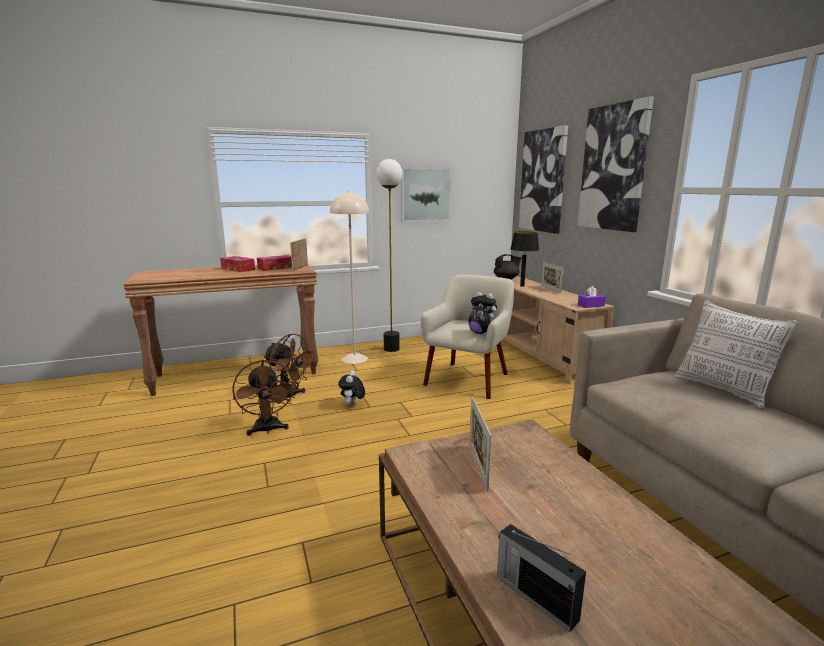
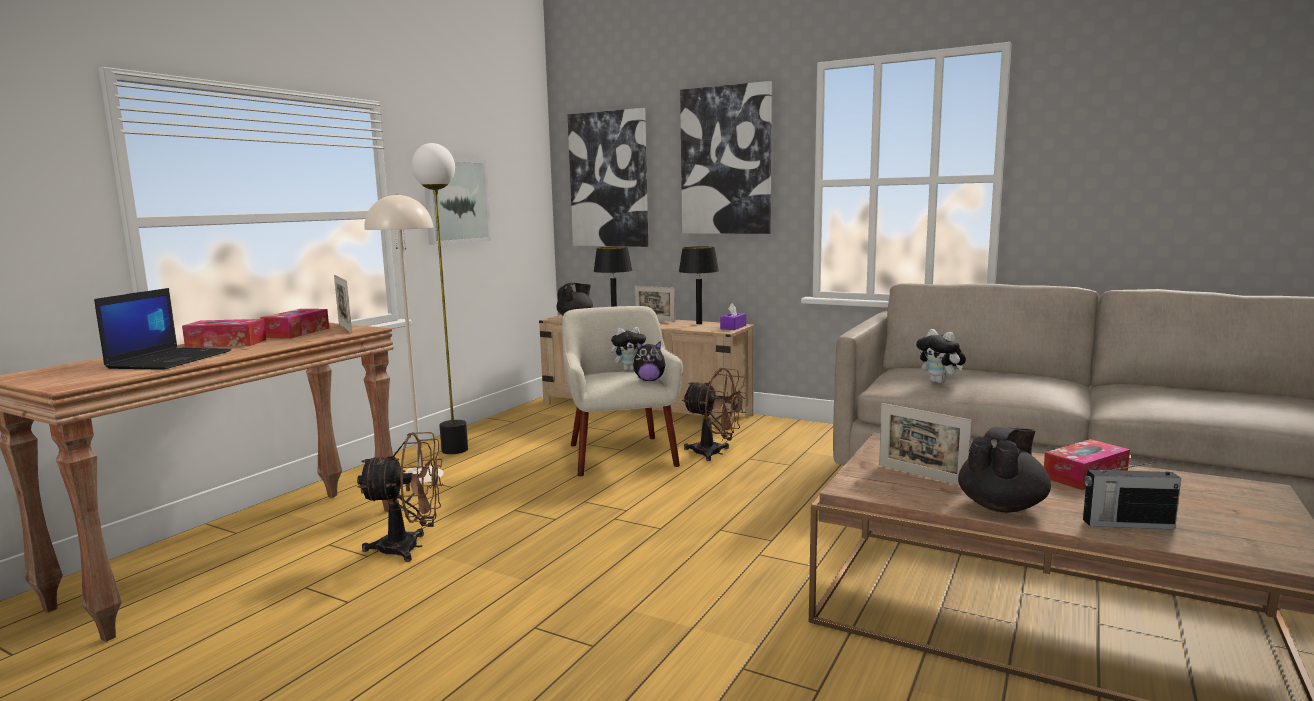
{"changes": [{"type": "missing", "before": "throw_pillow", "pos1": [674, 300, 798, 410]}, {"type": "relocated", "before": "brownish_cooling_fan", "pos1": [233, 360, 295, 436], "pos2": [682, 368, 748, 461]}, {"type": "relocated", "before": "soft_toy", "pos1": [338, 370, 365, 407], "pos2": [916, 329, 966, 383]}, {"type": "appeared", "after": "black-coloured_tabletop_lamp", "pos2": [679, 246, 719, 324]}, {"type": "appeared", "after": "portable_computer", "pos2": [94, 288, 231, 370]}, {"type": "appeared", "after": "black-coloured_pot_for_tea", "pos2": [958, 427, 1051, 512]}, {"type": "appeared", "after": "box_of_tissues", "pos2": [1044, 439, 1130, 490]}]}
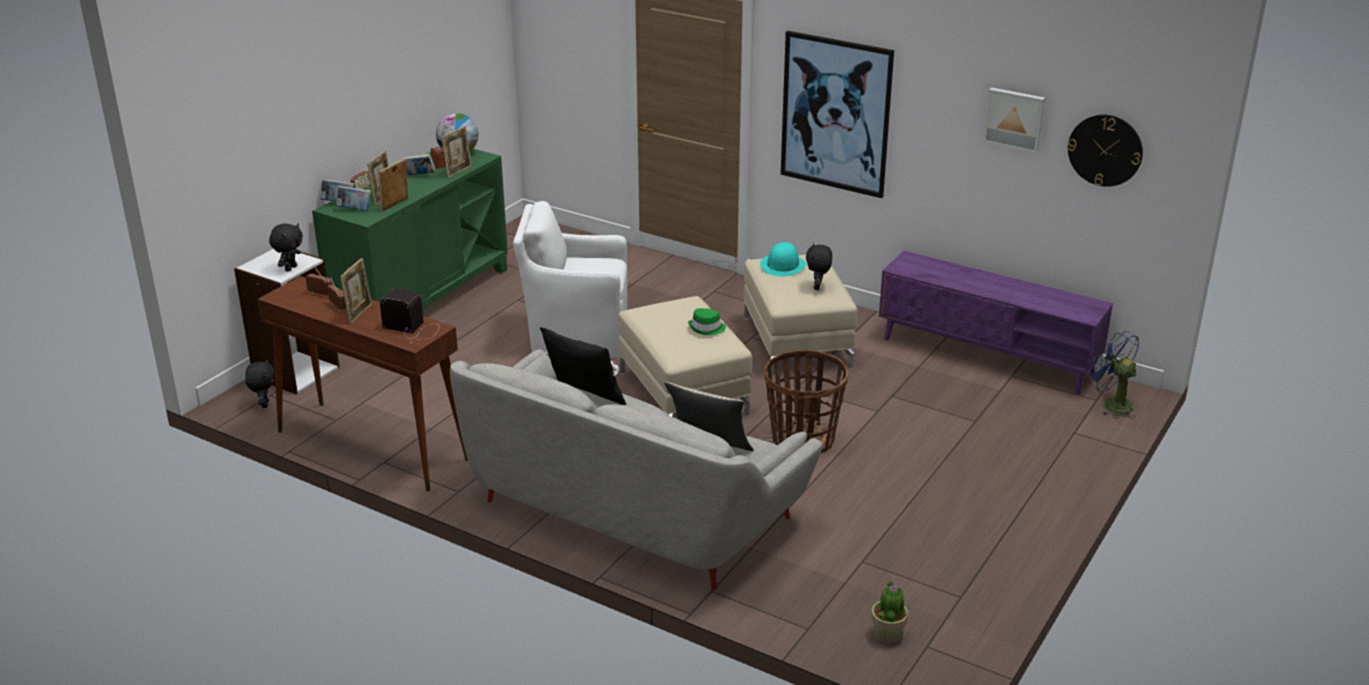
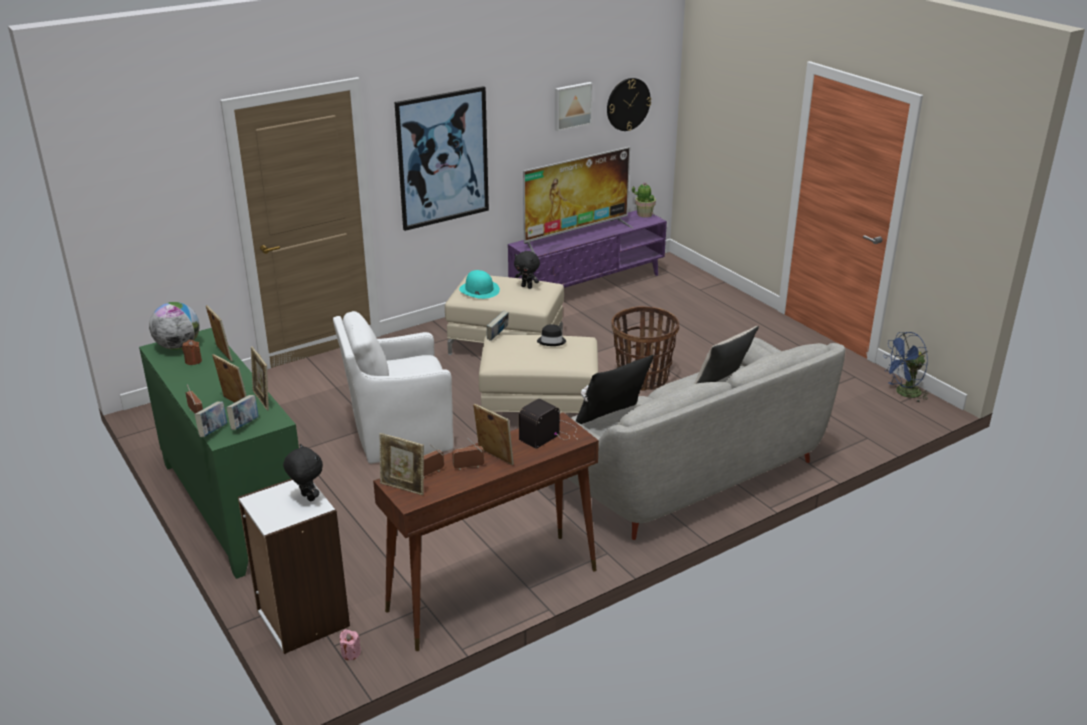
{"changes": [{"type": "relocated", "before": "book", "pos1": [401, 154, 436, 175], "pos2": [487, 311, 509, 341]}, {"type": "spun", "before": "white-coloured_easy_chair", "pos1": [513, 201, 627, 358], "pos2": [333, 311, 454, 464], "turn": 45}, {"type": "colour", "before": "greenish_clothing_hat", "after": "black-coloured_clothing_hat", "pos1": [688, 308, 726, 335], "pos2": [537, 324, 566, 346]}, {"type": "relocated", "before": "blue-coloured_cooling_fan", "pos1": [1087, 331, 1139, 419], "pos2": [883, 332, 930, 402]}, {"type": "exchanged", "before": "black-coloured_soft_toy", "after": "pink-coloured_wax_candle", "pos1": [245, 359, 274, 408], "pos2": [340, 629, 361, 660]}, {"type": "relocated", "before": "plant_in_a_pot", "pos1": [871, 580, 908, 643], "pos2": [632, 182, 656, 218]}, {"type": "appeared", "after": "TV", "pos2": [523, 147, 633, 253]}, {"type": "appeared", "after": "standing_frame", "pos2": [380, 433, 424, 495]}]}
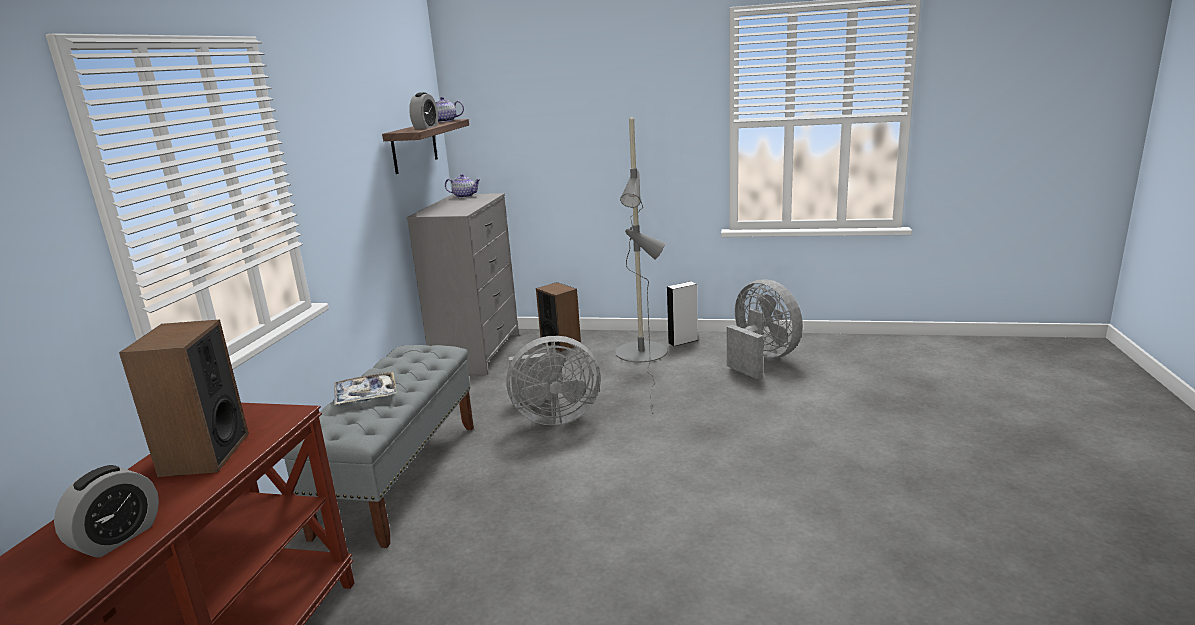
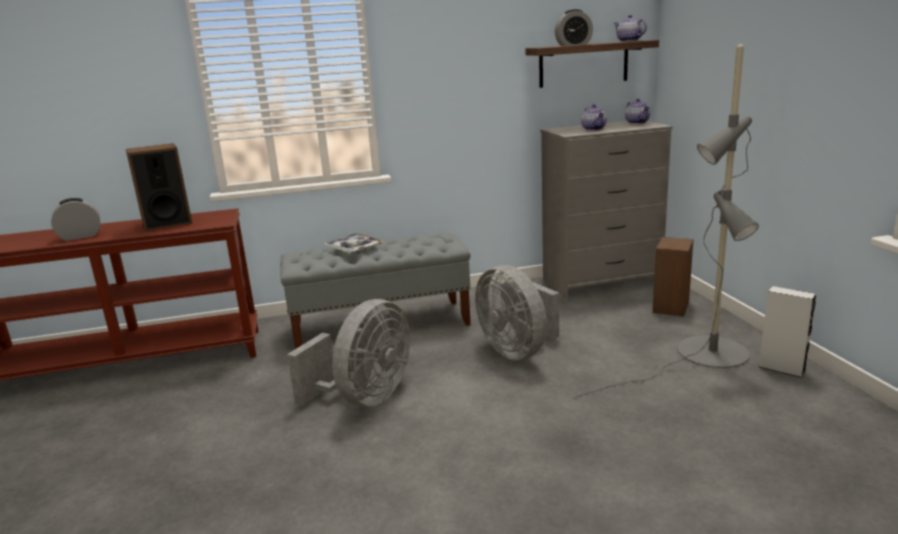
{"changes": [{"type": "relocated", "before": "greyish_cooling_fan", "pos1": [727, 280, 803, 379], "pos2": [287, 299, 410, 406]}, {"type": "spun", "before": "bedside_clock", "pos1": [54, 465, 159, 557], "pos2": [51, 198, 101, 241], "turn": 150}, {"type": "appeared", "after": "pot_for_tea", "pos2": [581, 104, 607, 130]}]}
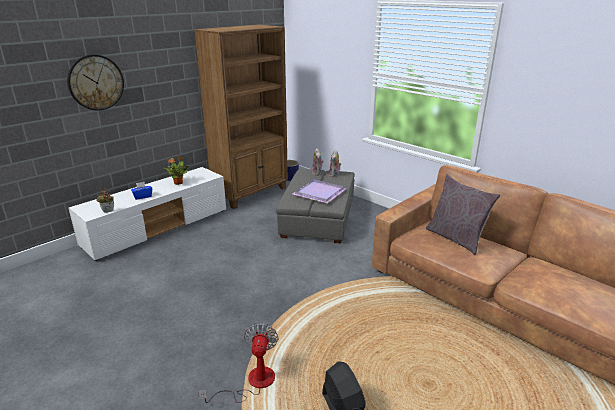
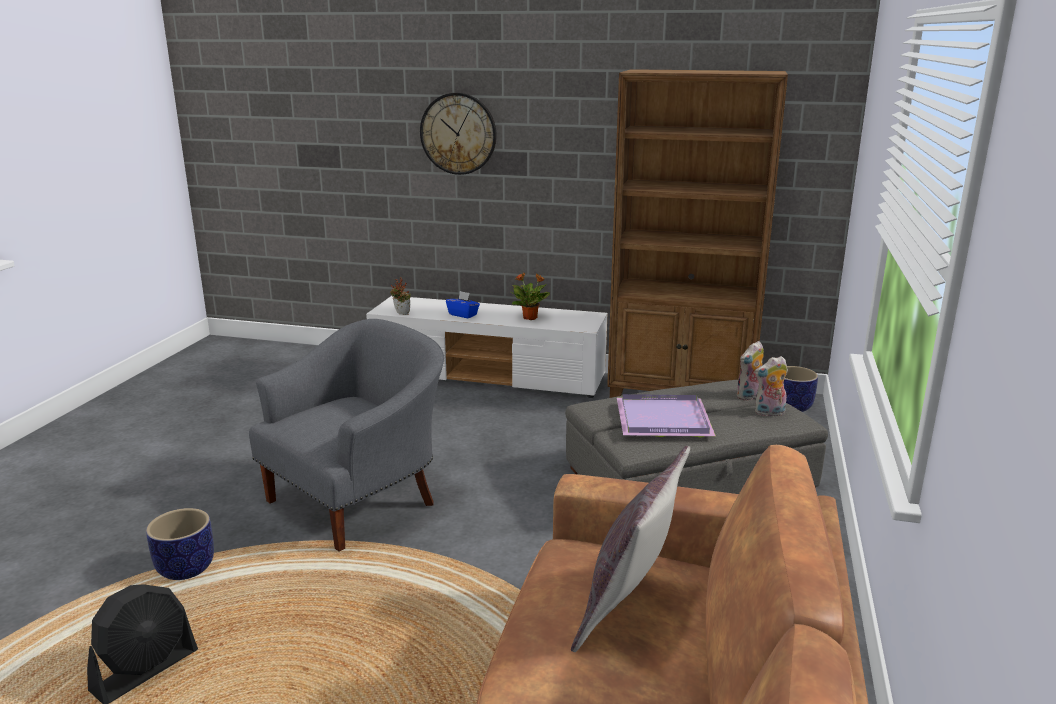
{"changes": [{"type": "exchanged", "before": "cooling_fan", "after": "flower_pot", "pos1": [198, 323, 278, 403], "pos2": [146, 508, 214, 580]}, {"type": "appeared", "after": "greyish_easy_chair", "pos2": [249, 319, 444, 552]}]}
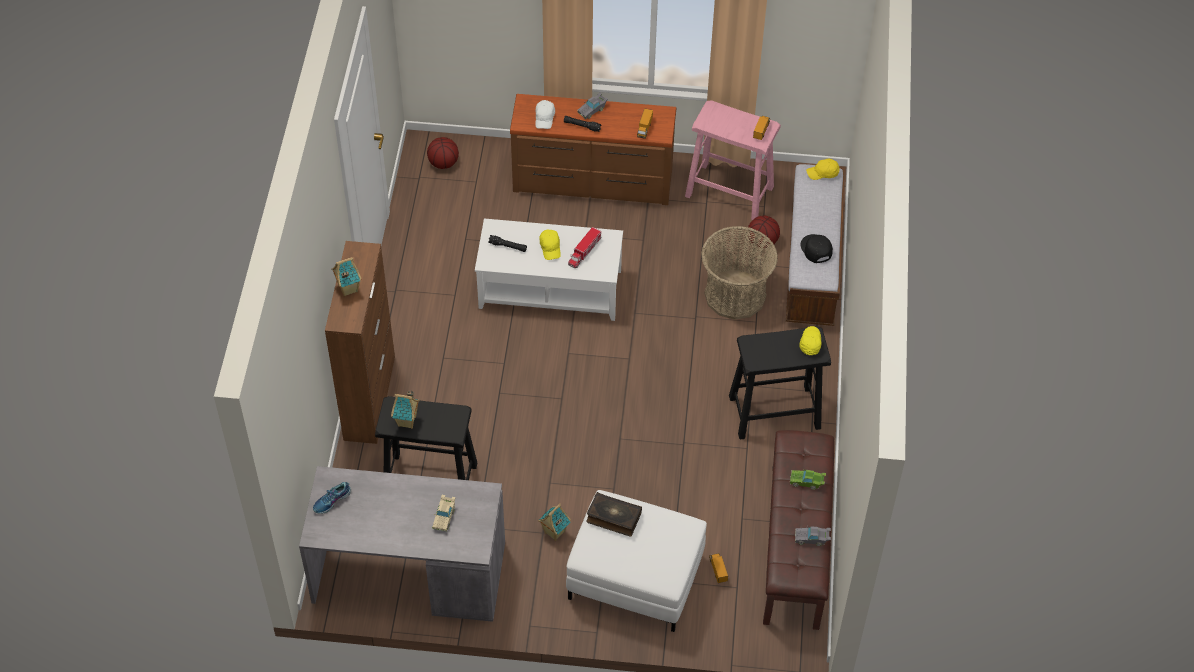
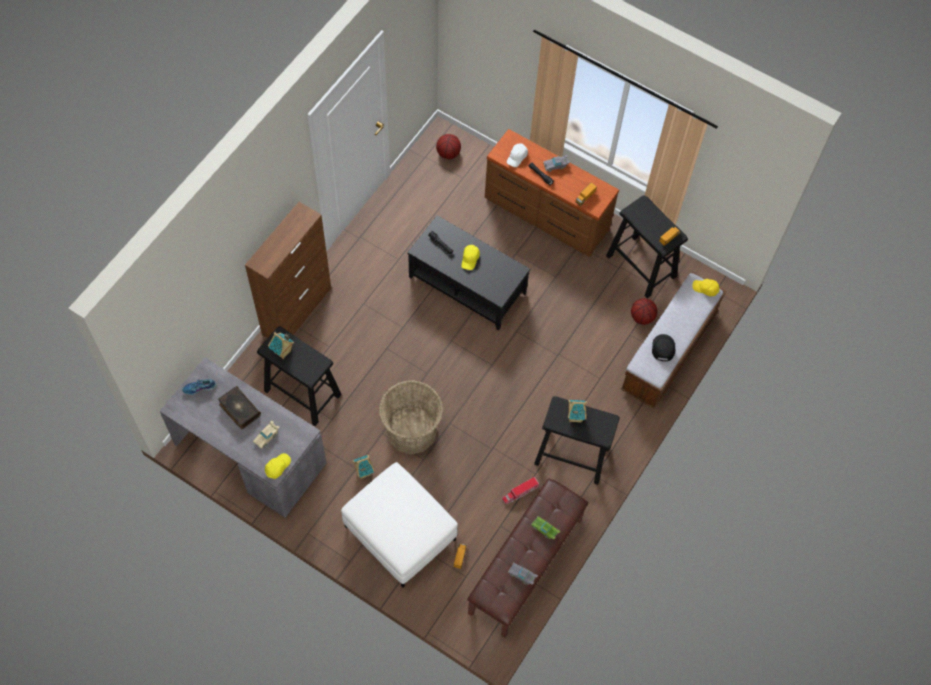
{"changes": [{"type": "colour", "before": "pink-coloured_stool", "after": "black-coloured_stool", "pos1": [685, 100, 781, 220], "pos2": [606, 195, 688, 298]}, {"type": "colour", "before": "white-coloured_low_table", "after": "black-coloured_low_table", "pos1": [475, 219, 623, 321], "pos2": [407, 215, 530, 331]}, {"type": "relocated", "before": "household_basket", "pos1": [701, 226, 778, 320], "pos2": [379, 380, 443, 454]}, {"type": "relocated", "before": "toy_lorry", "pos1": [568, 227, 601, 268], "pos2": [502, 477, 539, 505]}, {"type": "relocated", "before": "miniature_house", "pos1": [331, 257, 362, 296], "pos2": [568, 400, 587, 423]}, {"type": "relocated", "before": "yellow_peaked_cap", "pos1": [799, 326, 822, 355], "pos2": [265, 453, 291, 479]}, {"type": "relocated", "before": "book", "pos1": [587, 492, 642, 537], "pos2": [218, 386, 261, 430]}]}
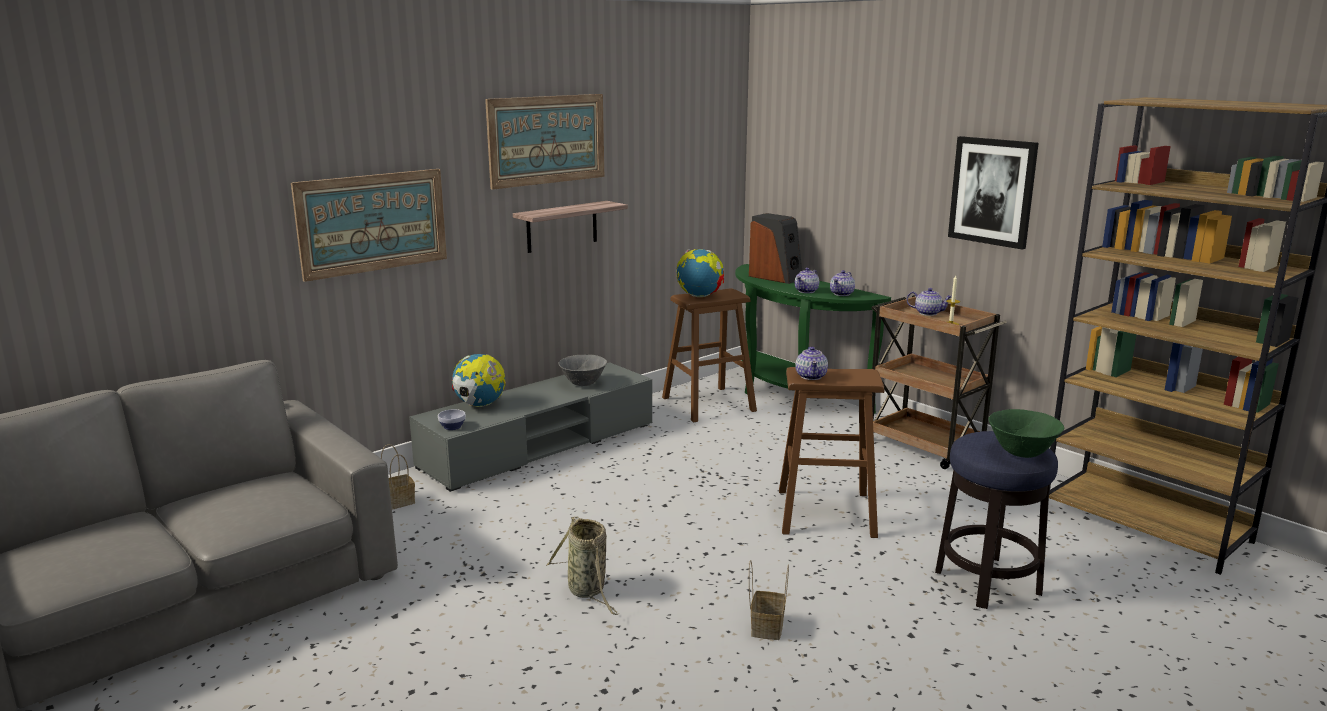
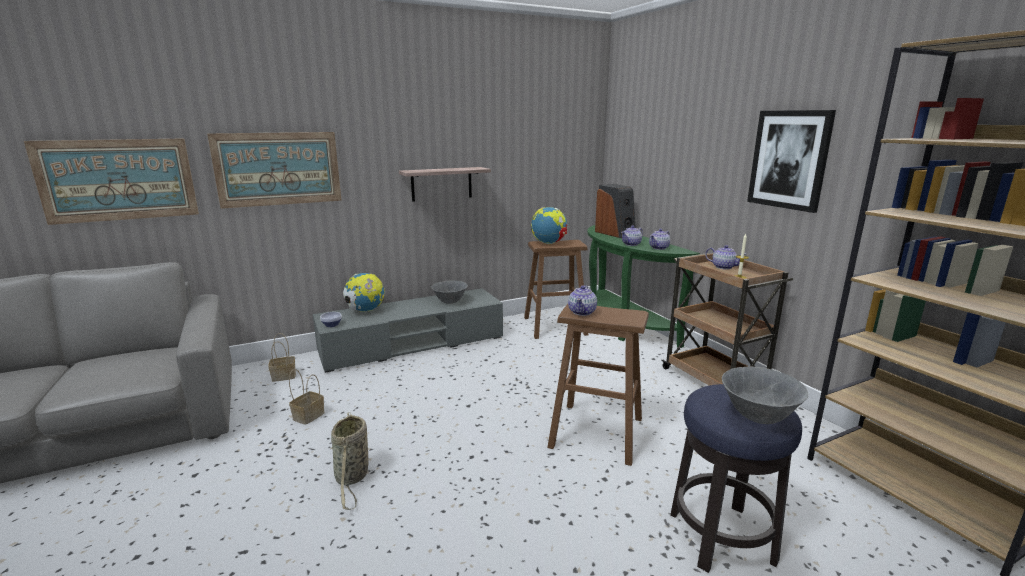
{"changes": [{"type": "relocated", "before": "wall_art", "pos1": [485, 94, 604, 190], "pos2": [24, 138, 199, 225]}, {"type": "colour", "before": "greenish_bowl", "after": "greyish_bowl", "pos1": [989, 409, 1064, 458], "pos2": [722, 367, 808, 424]}, {"type": "relocated", "before": "household_basket", "pos1": [749, 560, 789, 640], "pos2": [289, 369, 324, 425]}]}
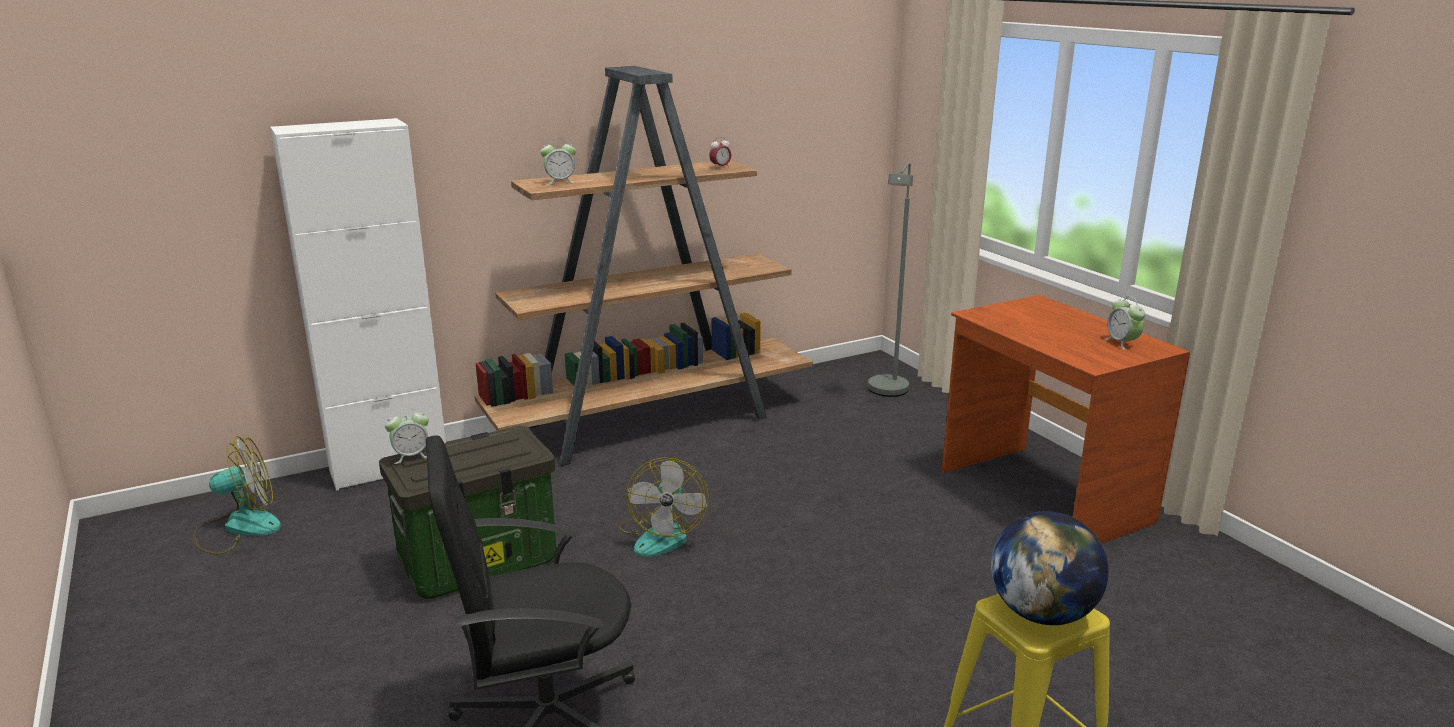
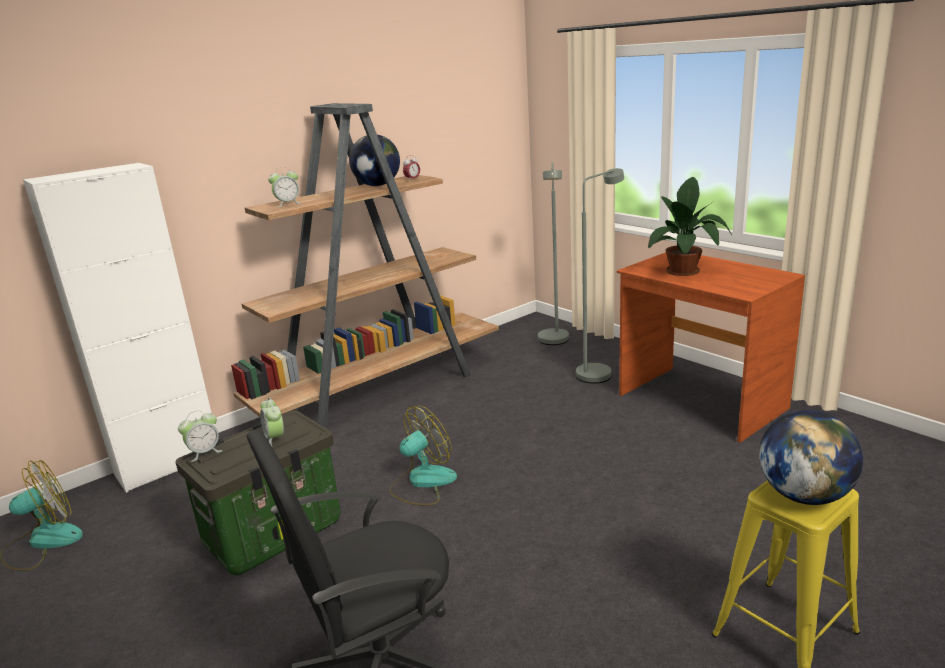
{"changes": [{"type": "relocated", "before": "bedside_clock", "pos1": [1104, 296, 1145, 350], "pos2": [260, 397, 284, 446]}, {"type": "spun", "before": "cooling_fan", "pos1": [619, 457, 709, 557], "pos2": [389, 406, 457, 505], "turn": -120}, {"type": "appeared", "after": "globe", "pos2": [349, 135, 400, 186]}, {"type": "appeared", "after": "greyish_standing_lamp", "pos2": [576, 168, 624, 384]}, {"type": "appeared", "after": "plant_in_a_pot", "pos2": [648, 177, 732, 276]}]}
